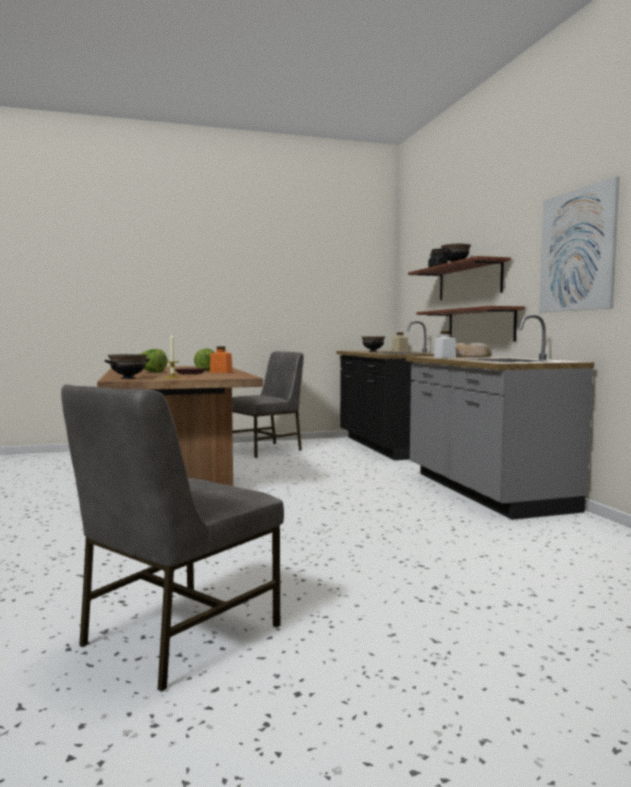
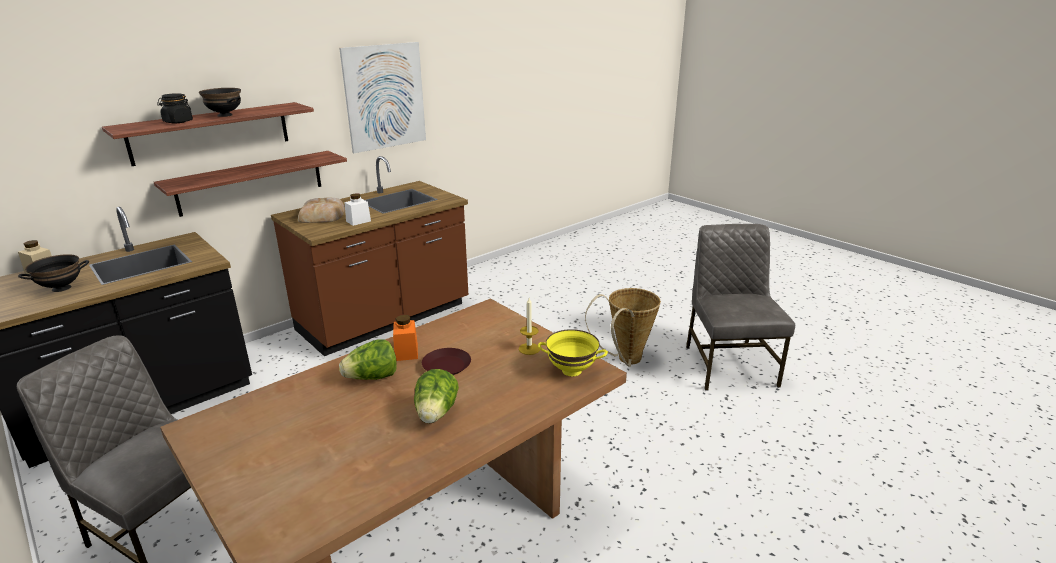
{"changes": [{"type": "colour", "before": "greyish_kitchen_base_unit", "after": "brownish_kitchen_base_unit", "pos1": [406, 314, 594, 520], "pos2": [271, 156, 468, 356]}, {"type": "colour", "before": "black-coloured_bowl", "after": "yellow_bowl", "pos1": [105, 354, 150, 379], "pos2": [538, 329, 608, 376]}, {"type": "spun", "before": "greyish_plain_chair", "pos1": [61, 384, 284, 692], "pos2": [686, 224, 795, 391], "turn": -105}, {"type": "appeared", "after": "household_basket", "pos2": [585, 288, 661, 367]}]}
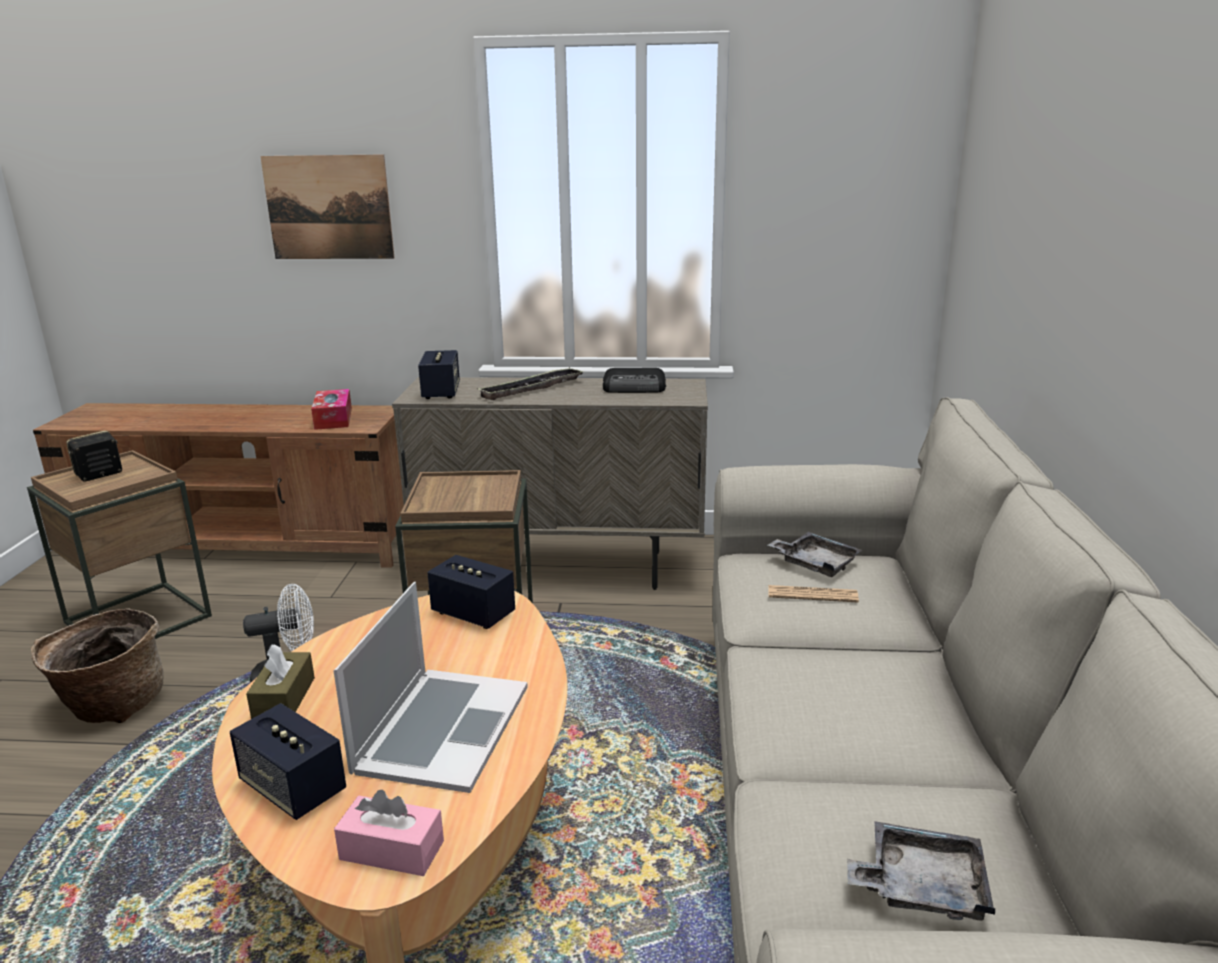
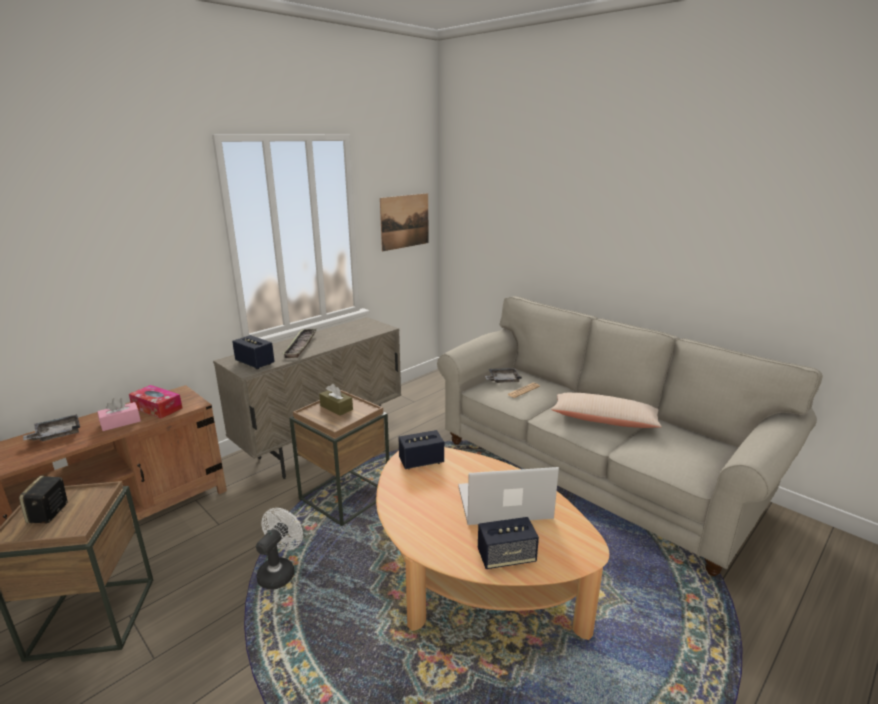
{"changes": [{"type": "relocated", "before": "wall_art", "pos1": [260, 154, 395, 259], "pos2": [380, 193, 429, 251]}, {"type": "missing", "before": "radio", "pos1": [603, 368, 666, 393]}, {"type": "spun", "before": "portable_computer", "pos1": [334, 582, 528, 793], "pos2": [458, 467, 559, 525], "turn": -60}, {"type": "missing", "before": "household_basket", "pos1": [31, 609, 164, 723]}, {"type": "relocated", "before": "brownish_box_of_tissues", "pos1": [246, 644, 315, 719], "pos2": [319, 384, 353, 416]}, {"type": "relocated", "before": "pink-coloured_box_of_tissues", "pos1": [334, 790, 444, 876], "pos2": [97, 397, 141, 431]}, {"type": "relocated", "before": "greyish_carrying_tray", "pos1": [847, 821, 995, 921], "pos2": [23, 414, 80, 441]}, {"type": "appeared", "after": "beige_throw_pillow", "pos2": [551, 393, 662, 428]}]}
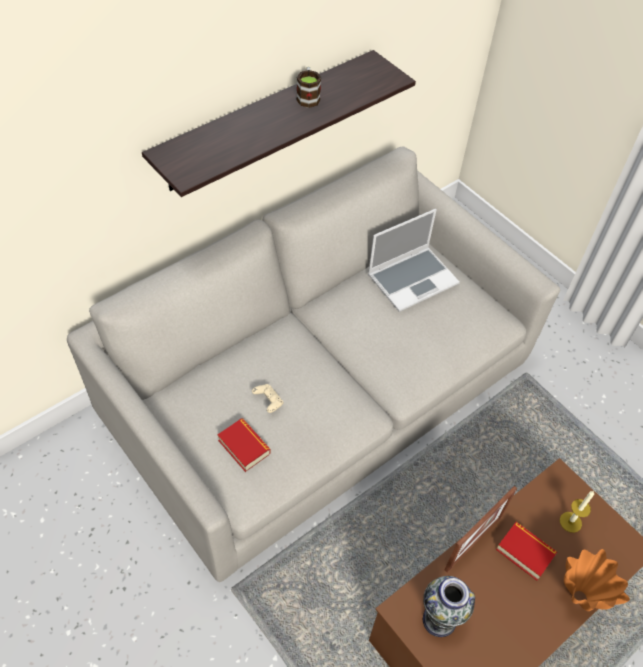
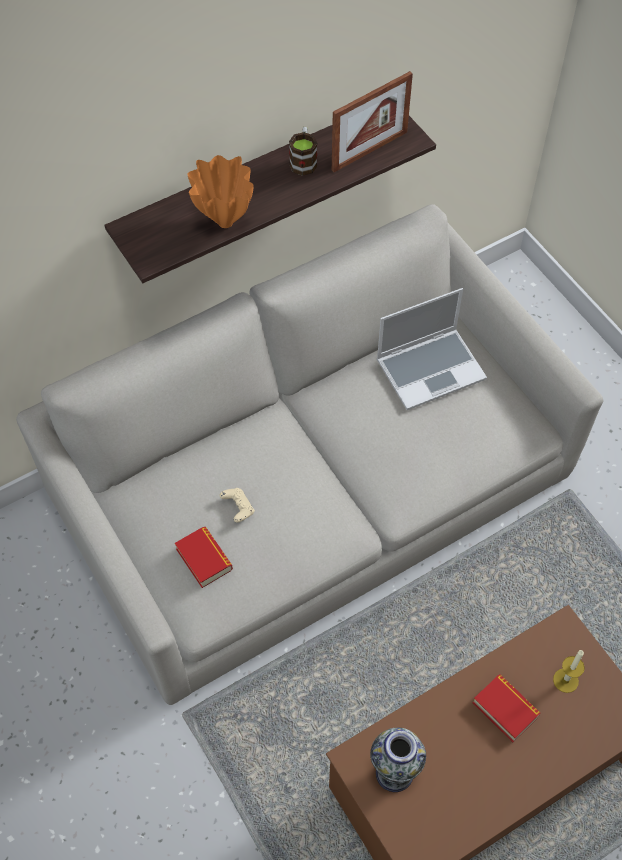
{"changes": [{"type": "relocated", "before": "standing_frame", "pos1": [444, 486, 517, 572], "pos2": [332, 71, 413, 172]}, {"type": "relocated", "before": "orangey_flower_vase", "pos1": [564, 549, 630, 611], "pos2": [187, 155, 254, 228]}]}
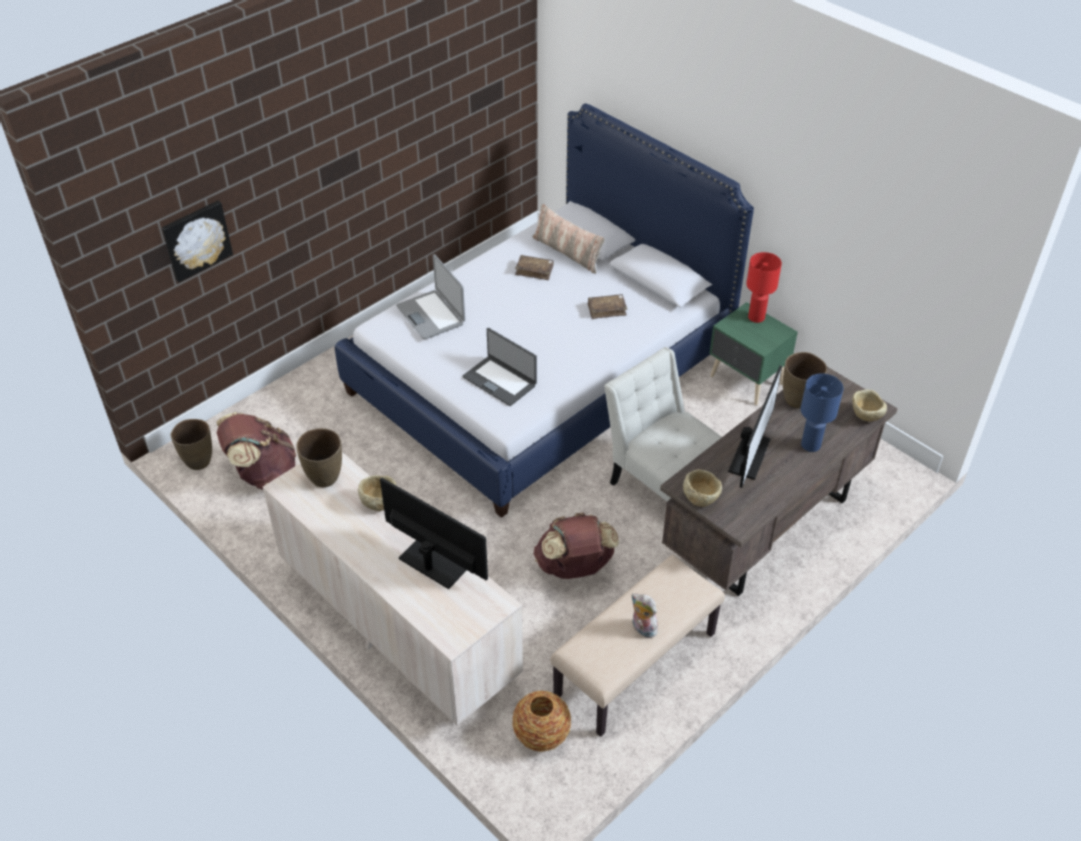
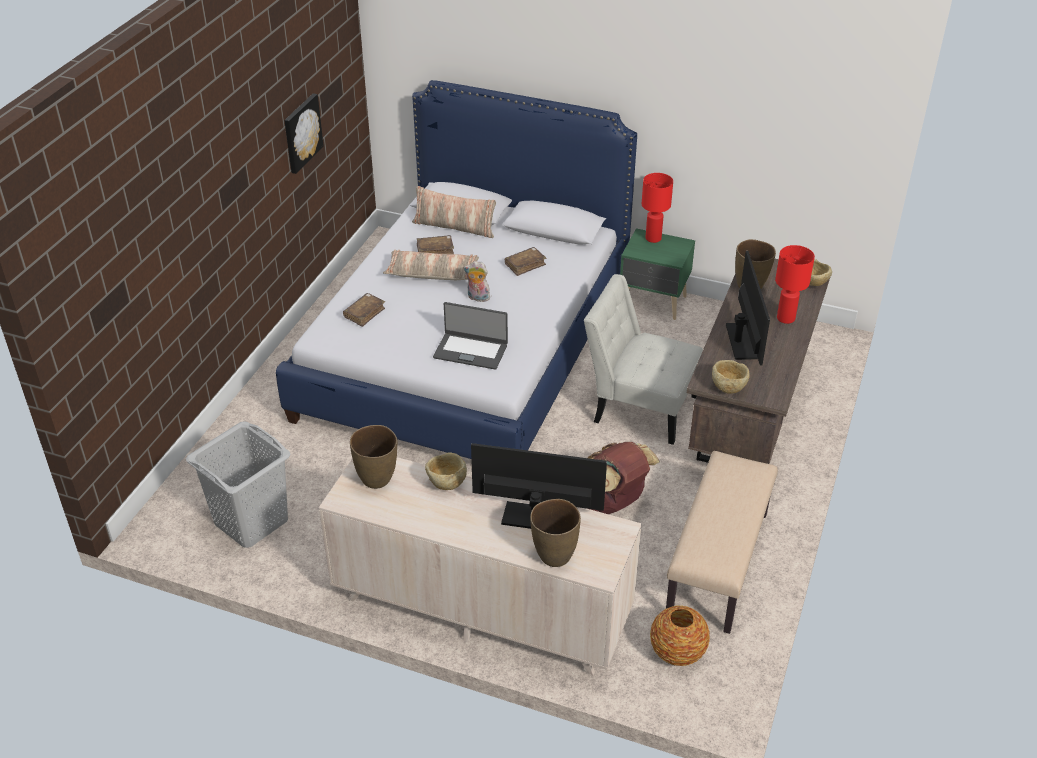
{"changes": [{"type": "relocated", "before": "wall_art", "pos1": [162, 201, 233, 282], "pos2": [284, 93, 324, 174]}, {"type": "exchanged", "before": "portable_computer", "after": "brownish_book", "pos1": [396, 254, 465, 339], "pos2": [343, 293, 385, 327]}, {"type": "colour", "before": "blue-coloured_tabletop_lamp", "after": "red_tabletop_lamp", "pos1": [801, 373, 843, 452], "pos2": [775, 245, 815, 324]}, {"type": "exchanged", "before": "brownish_knapsack", "after": "greyish_laundry_basket", "pos1": [217, 412, 296, 490], "pos2": [186, 421, 291, 548]}, {"type": "relocated", "before": "brownish_flower_vase", "pos1": [170, 419, 212, 470], "pos2": [530, 499, 581, 567]}, {"type": "relocated", "before": "soft_toy", "pos1": [631, 593, 661, 638], "pos2": [463, 261, 490, 302]}, {"type": "appeared", "after": "throw_pillow", "pos2": [383, 250, 479, 280]}]}
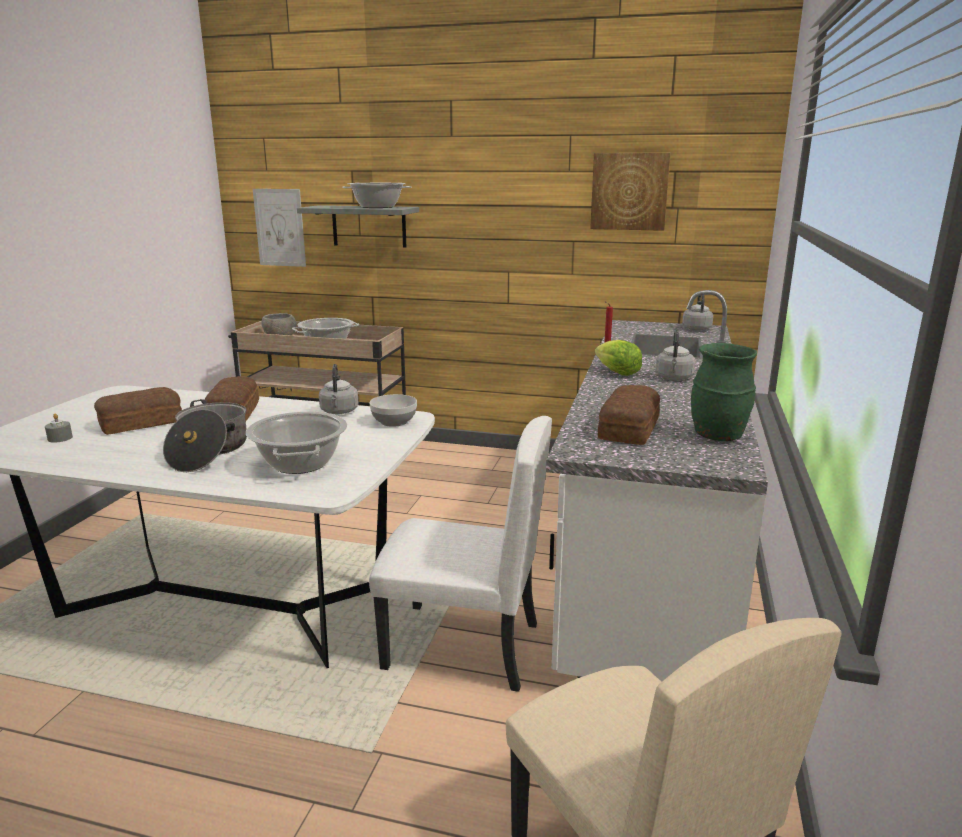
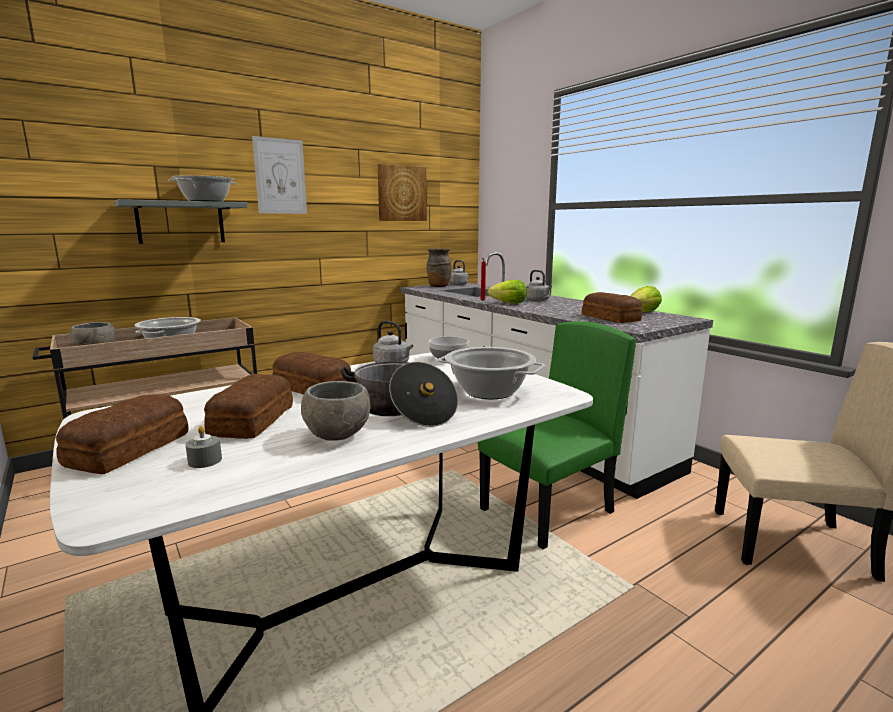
{"changes": [{"type": "relocated", "before": "wall_art", "pos1": [253, 189, 306, 267], "pos2": [252, 136, 307, 214]}, {"type": "exchanged", "before": "greenish_flower_vase", "after": "lettuce", "pos1": [691, 343, 757, 441], "pos2": [630, 286, 662, 312]}, {"type": "colour", "before": "white-coloured_plain_chair", "after": "greenish_plain_chair", "pos1": [369, 416, 552, 692], "pos2": [478, 321, 636, 549]}, {"type": "appeared", "after": "brownish_flower_vase", "pos2": [426, 248, 452, 287]}, {"type": "appeared", "after": "greyish_bowl", "pos2": [301, 381, 370, 441]}, {"type": "appeared", "after": "bread", "pos2": [56, 394, 189, 474]}]}
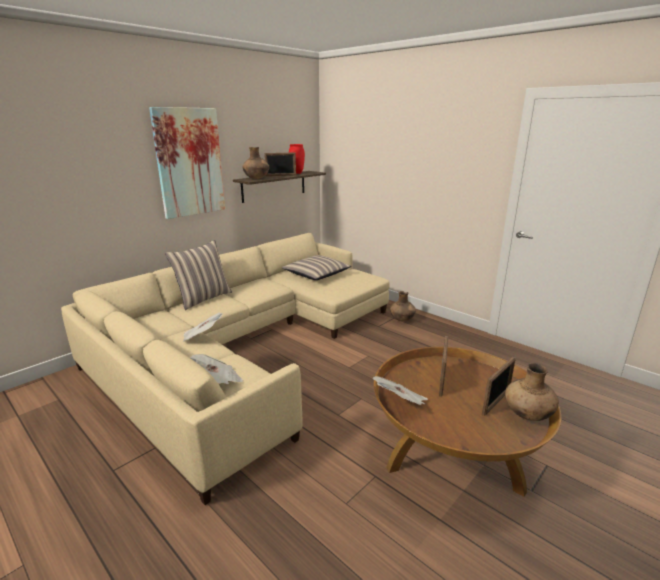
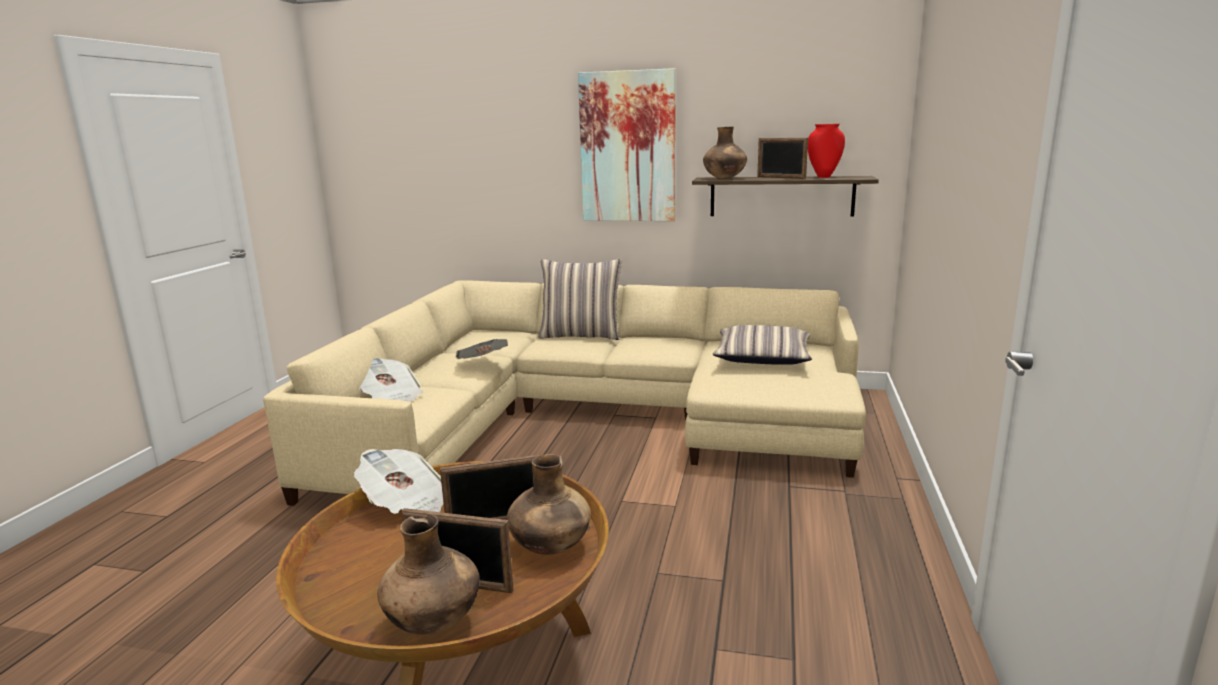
{"changes": [{"type": "relocated", "before": "brownish_flower_vase", "pos1": [390, 291, 416, 321], "pos2": [507, 454, 591, 555]}]}
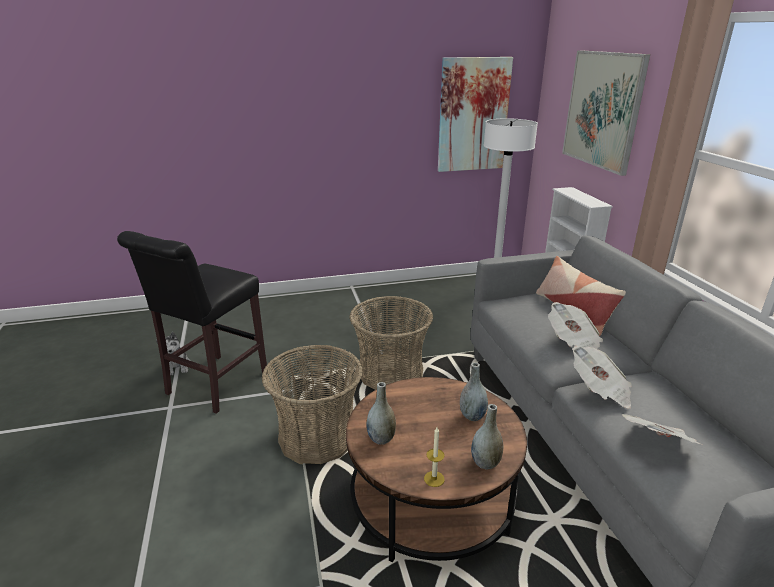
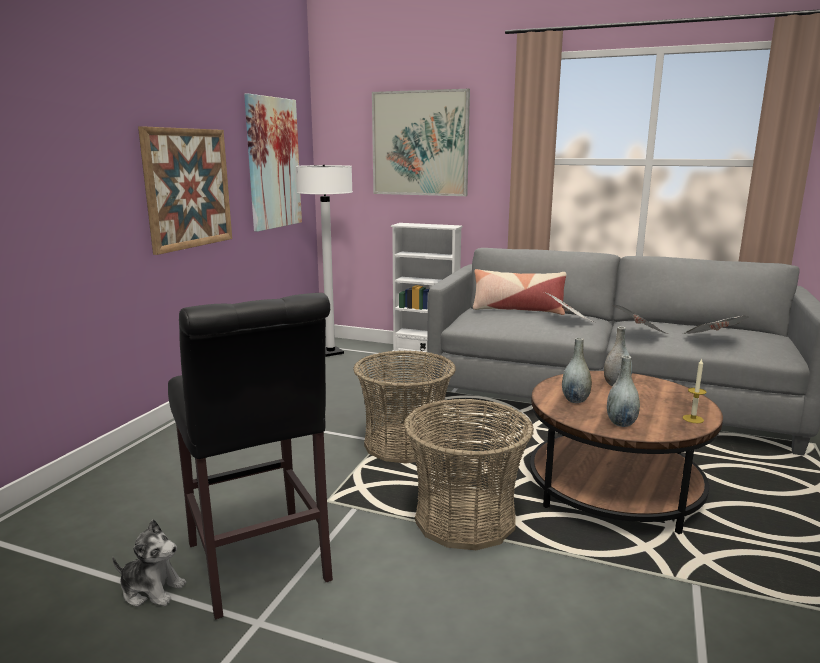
{"changes": [{"type": "relocated", "before": "greyish_flower_vase", "pos1": [471, 404, 503, 470], "pos2": [562, 338, 592, 403]}, {"type": "appeared", "after": "wall_art", "pos2": [138, 126, 232, 255]}]}
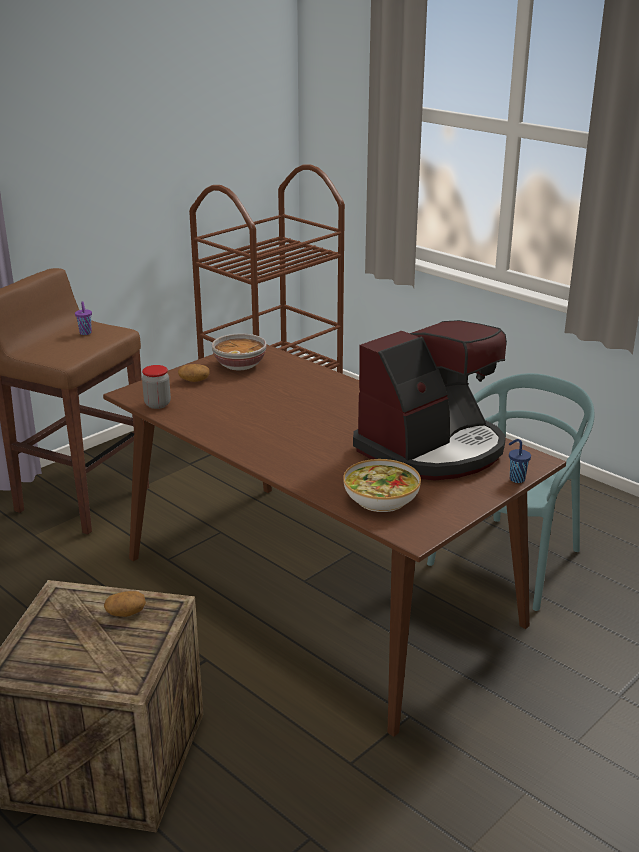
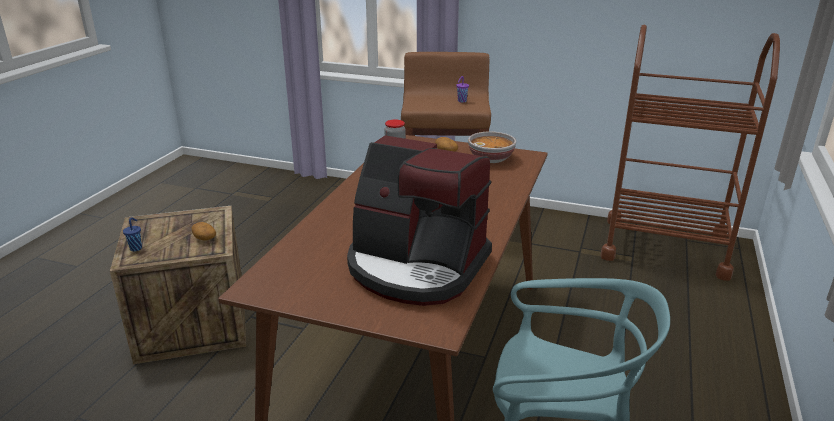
{"changes": [{"type": "relocated", "before": "blue-coloured_drinking_cup", "pos1": [509, 439, 531, 483], "pos2": [123, 218, 142, 251]}, {"type": "missing", "before": "bowl", "pos1": [343, 459, 421, 512]}]}
